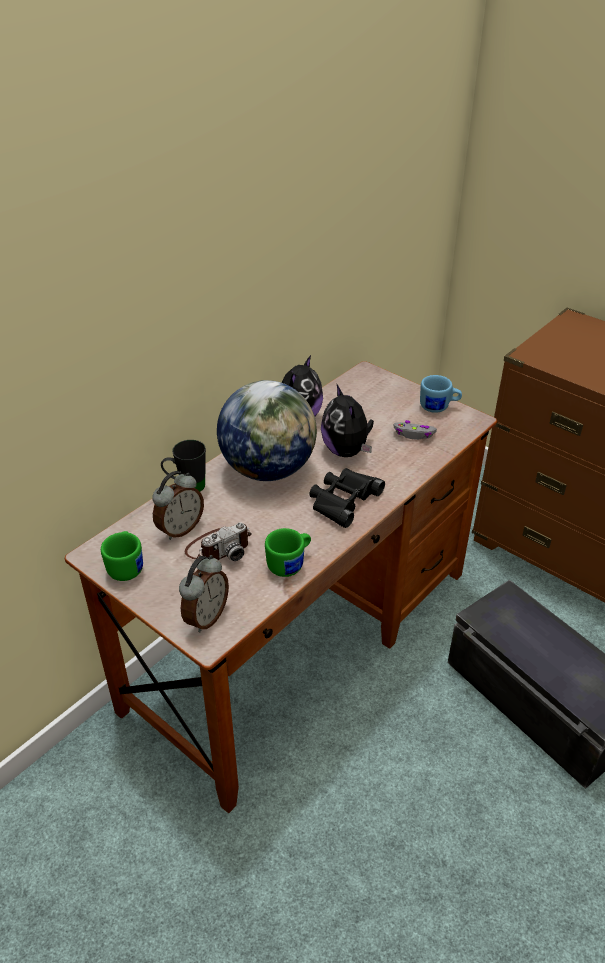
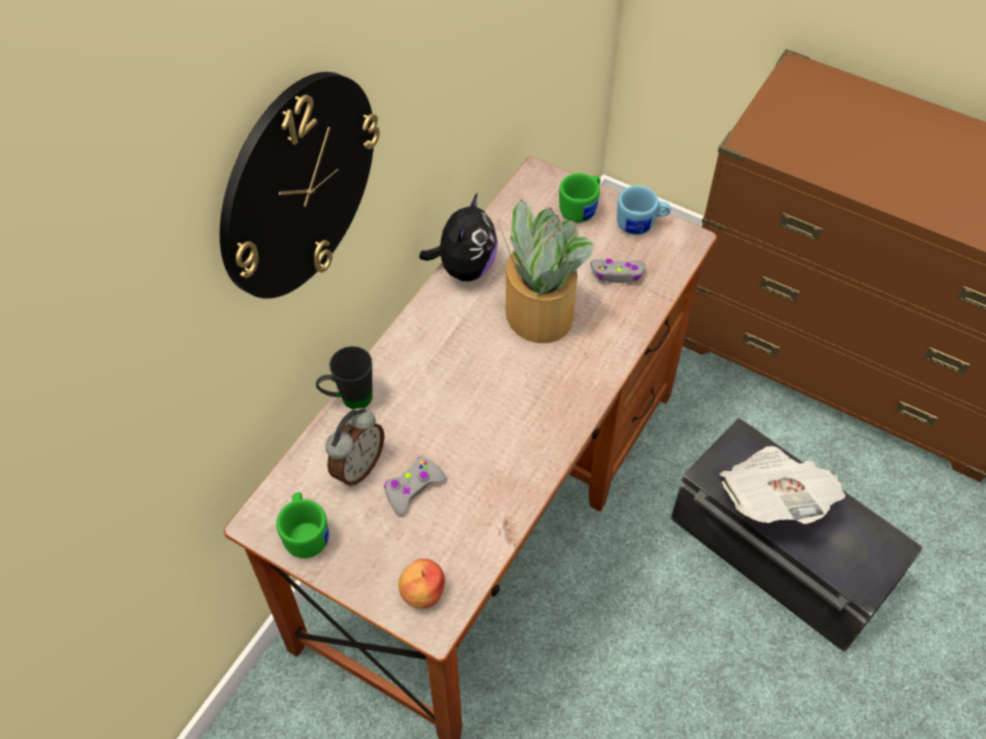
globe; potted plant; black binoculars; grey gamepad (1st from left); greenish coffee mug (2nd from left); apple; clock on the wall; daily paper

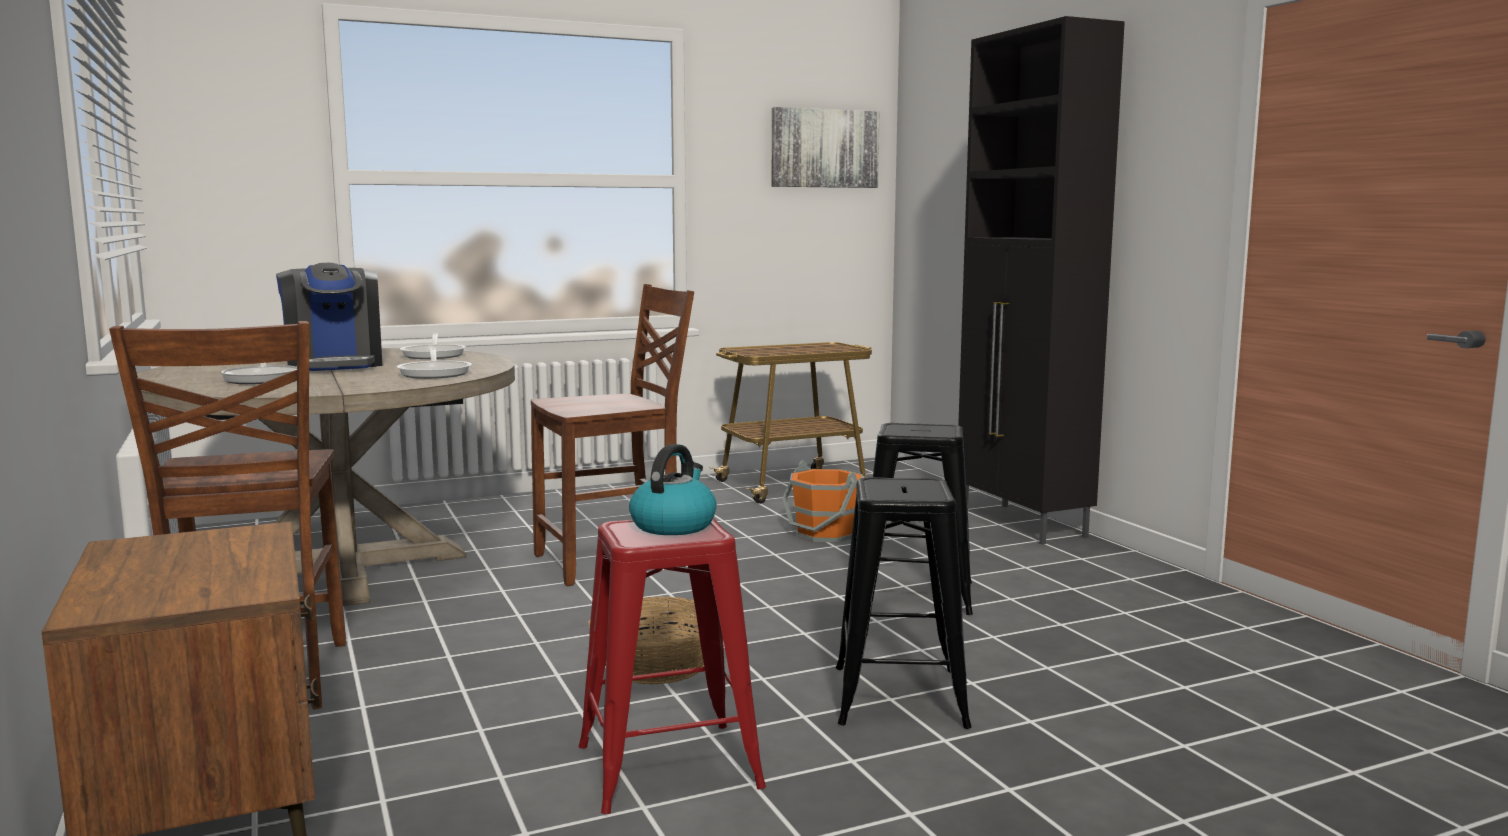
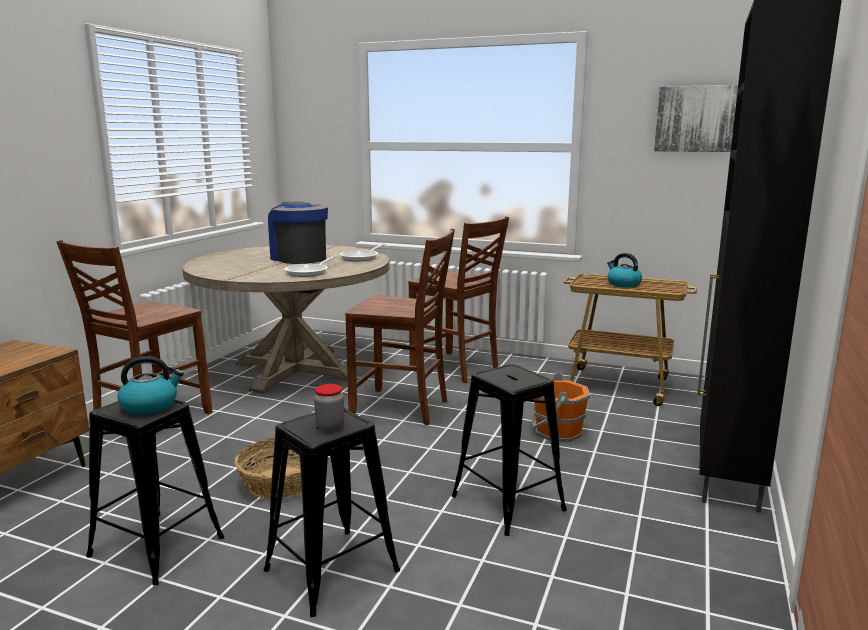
coffee brewer; skillet (1st from left in the first image); black sitting stool (1st from left); brown-coloured upright chair (3rd from left); tea kettle (2nd from left); preserve jar

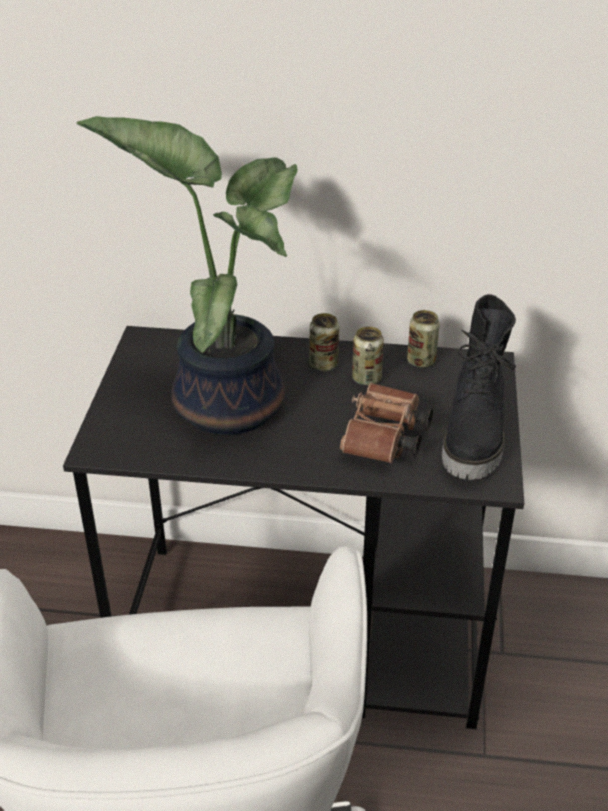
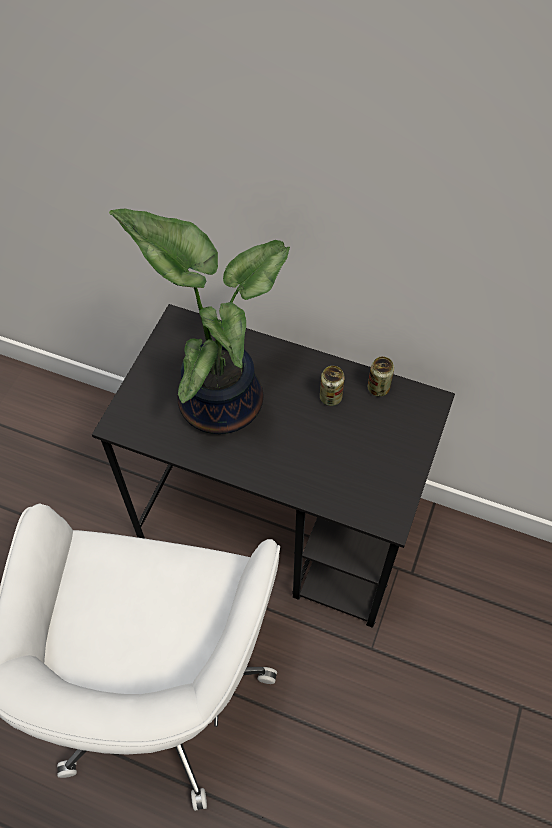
black boot; can (1st from left in the first image); brown-coloured binoculars

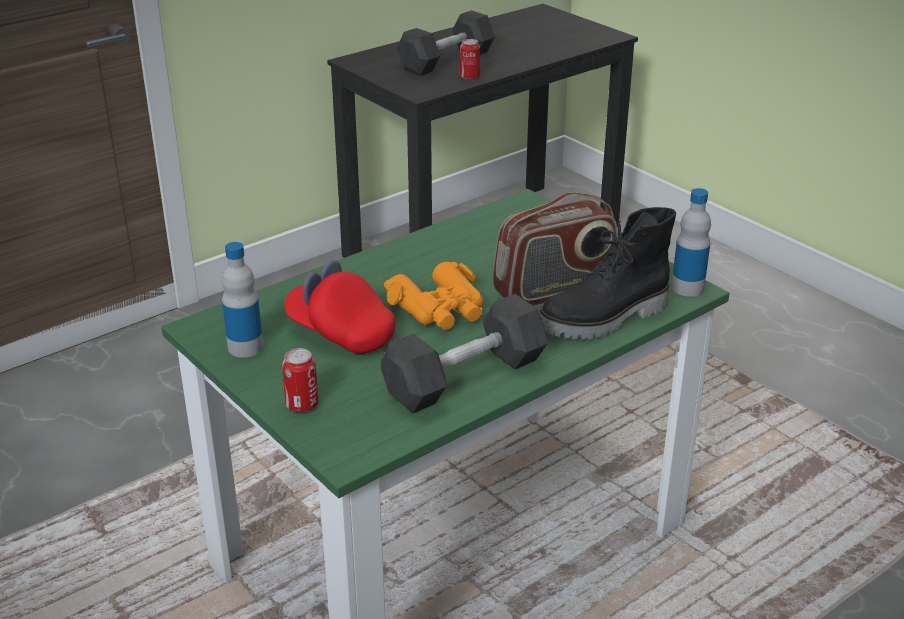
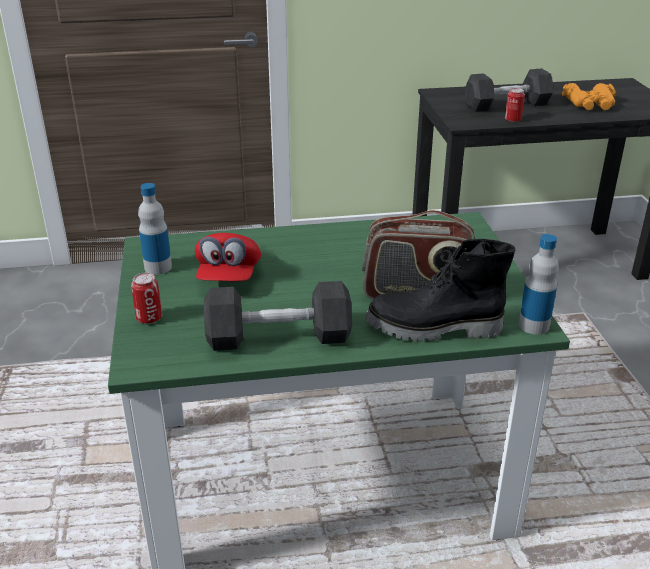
red-coloured cap; orange-coloured binoculars

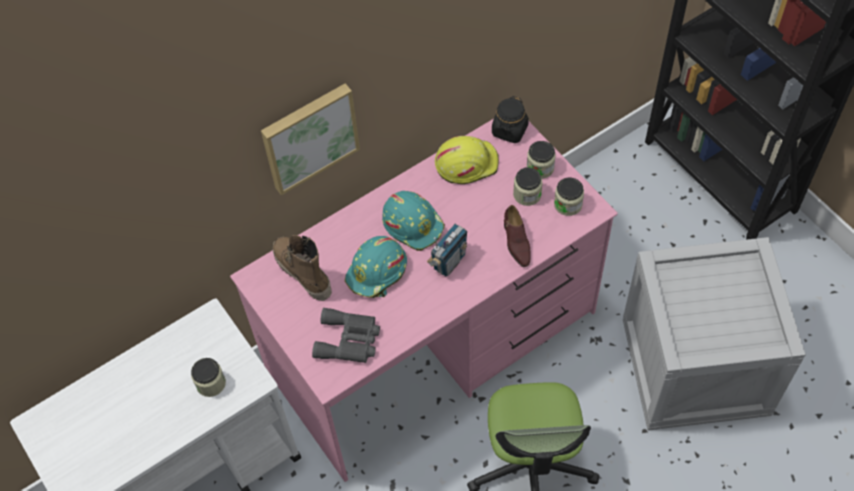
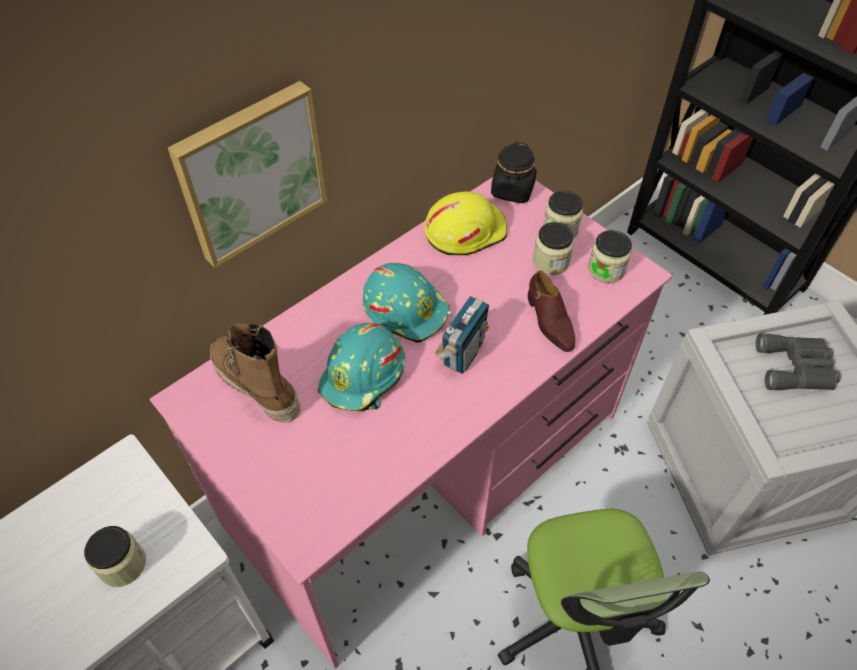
grey binoculars

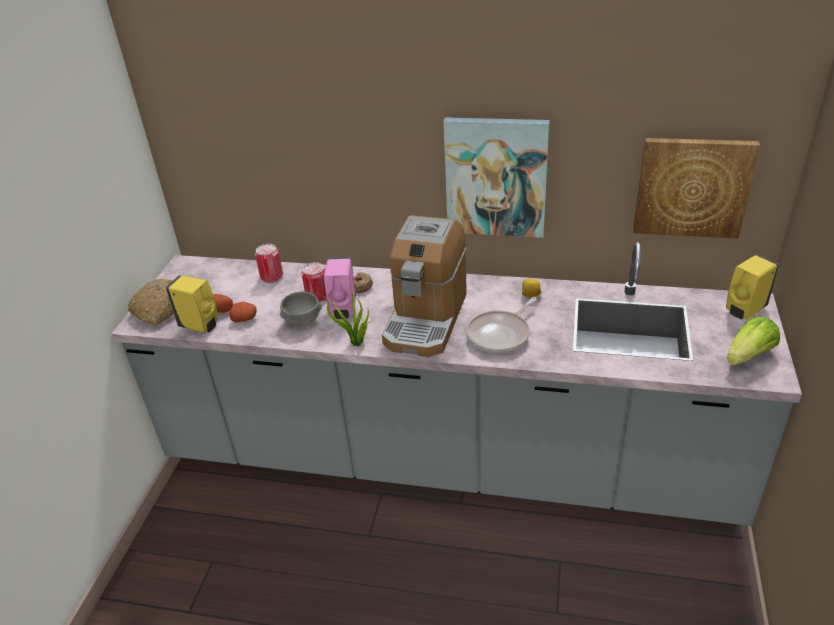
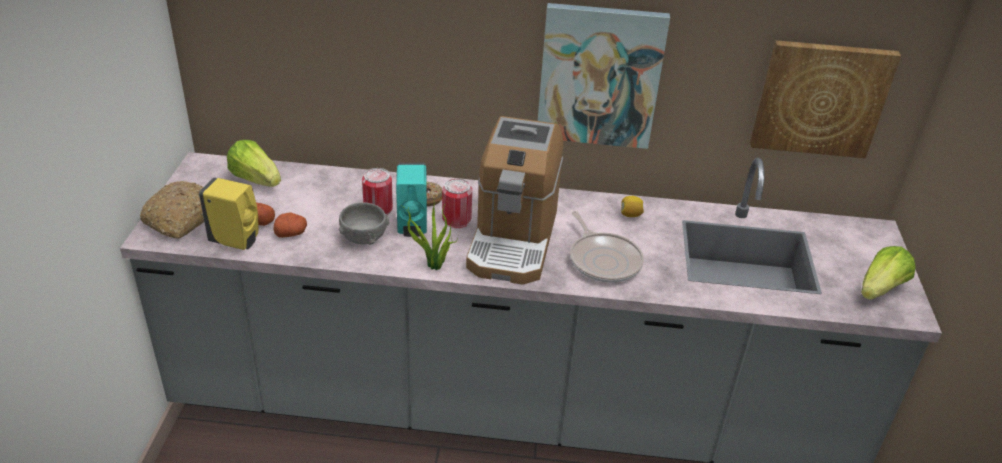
can (2nd from left); yellowish soap dispenser (2nd from left in the first image); blue-green soap dispenser; skillet; lettuce head (1st from left)

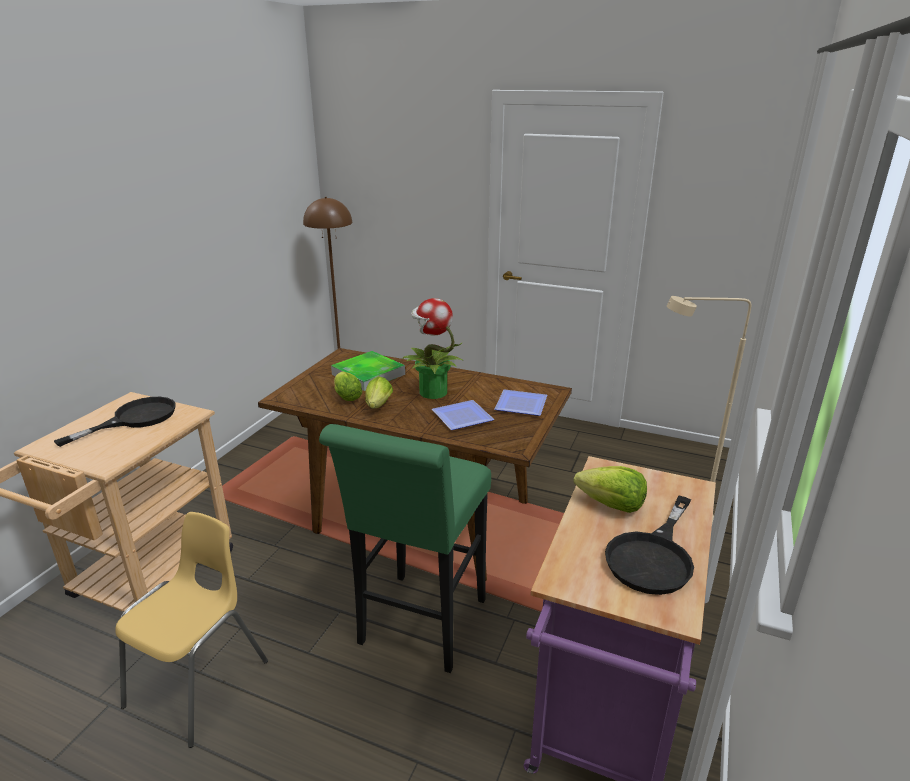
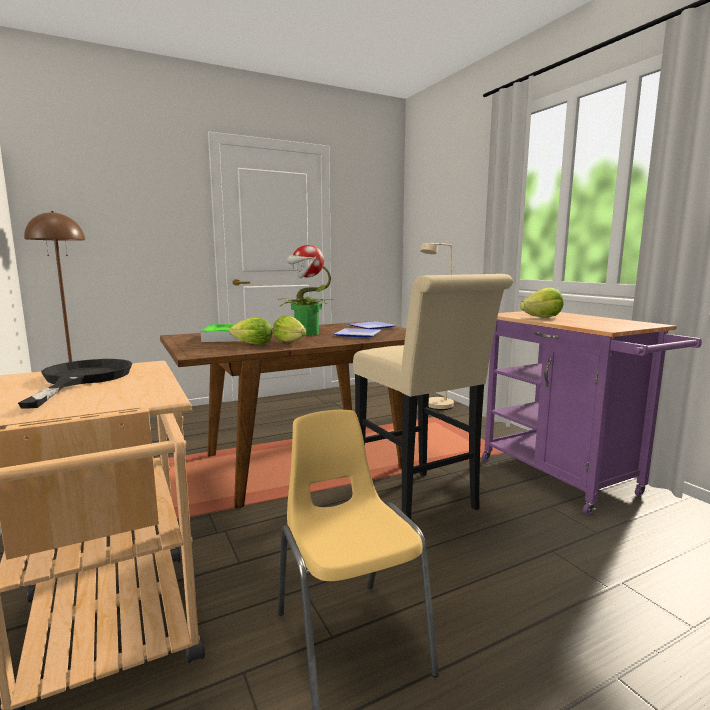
beige sitting stool; black skillet (2nd from left in the first image)

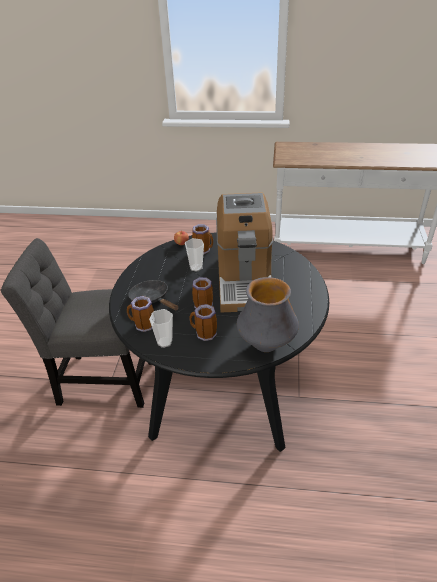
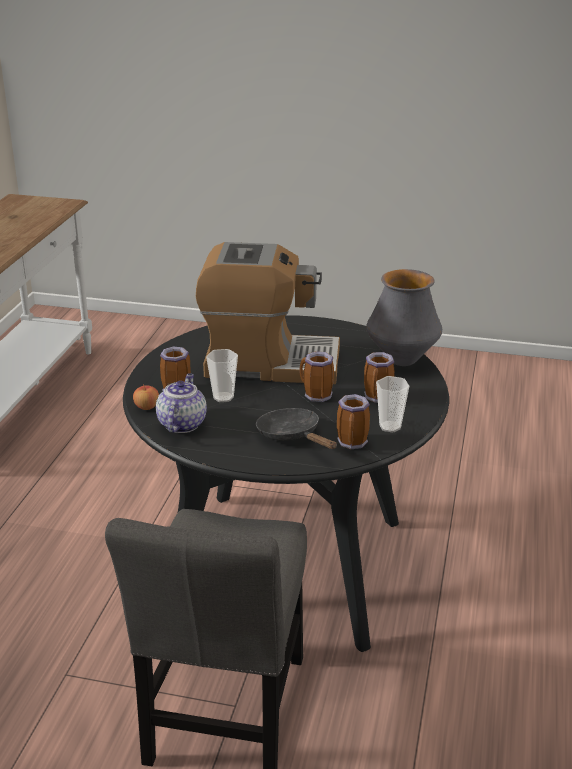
black skillet; tea pot

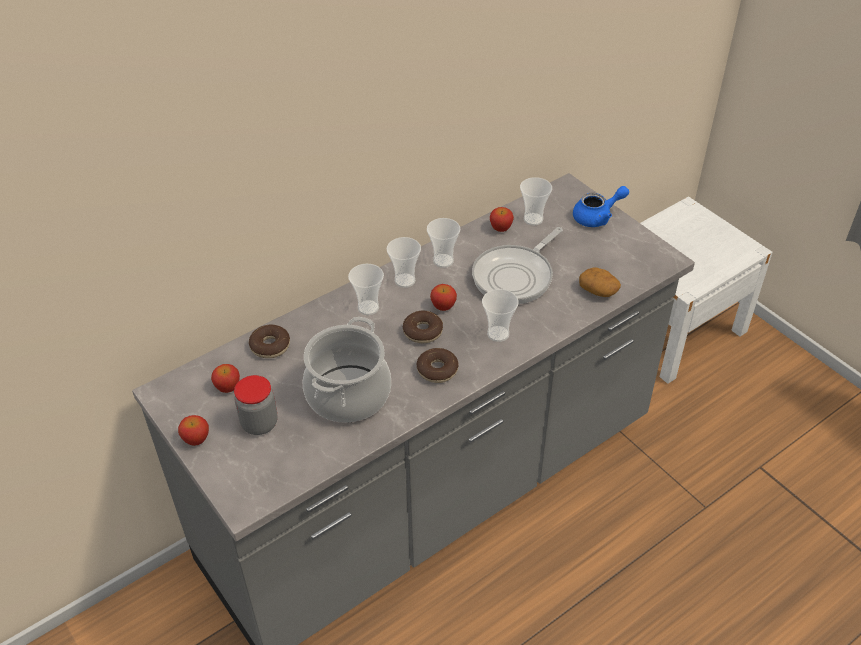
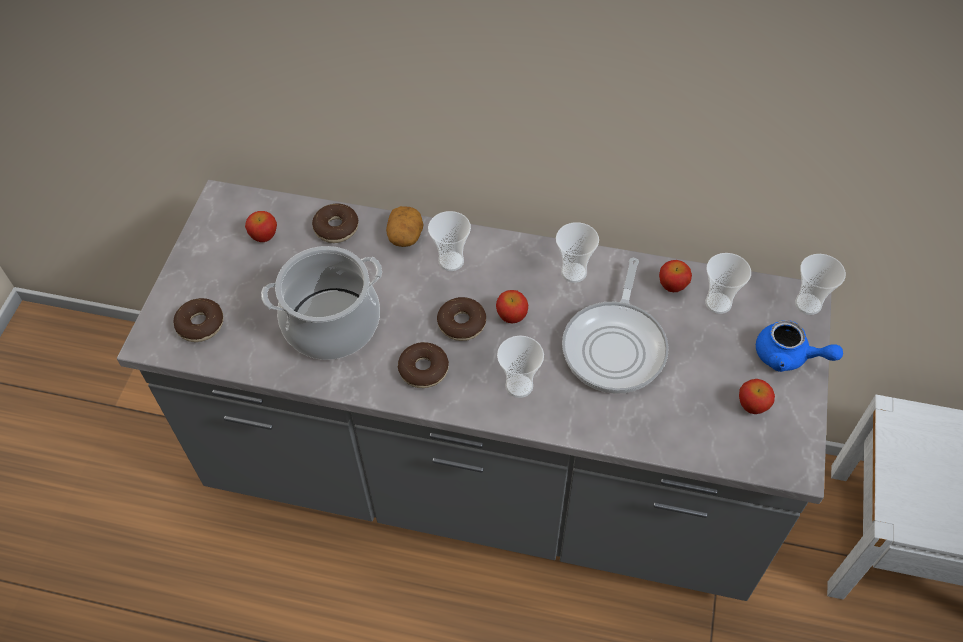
skillet; cup (5th from left); spud; preserve jar; apple (4th from left); donut (1st from left)

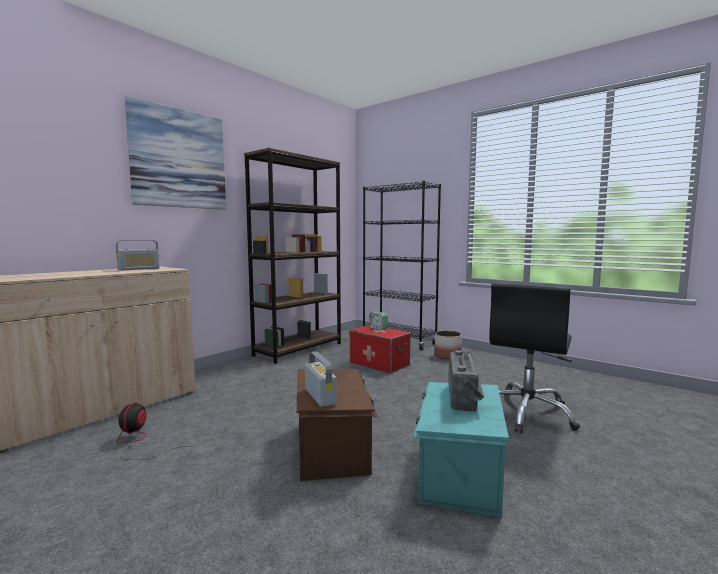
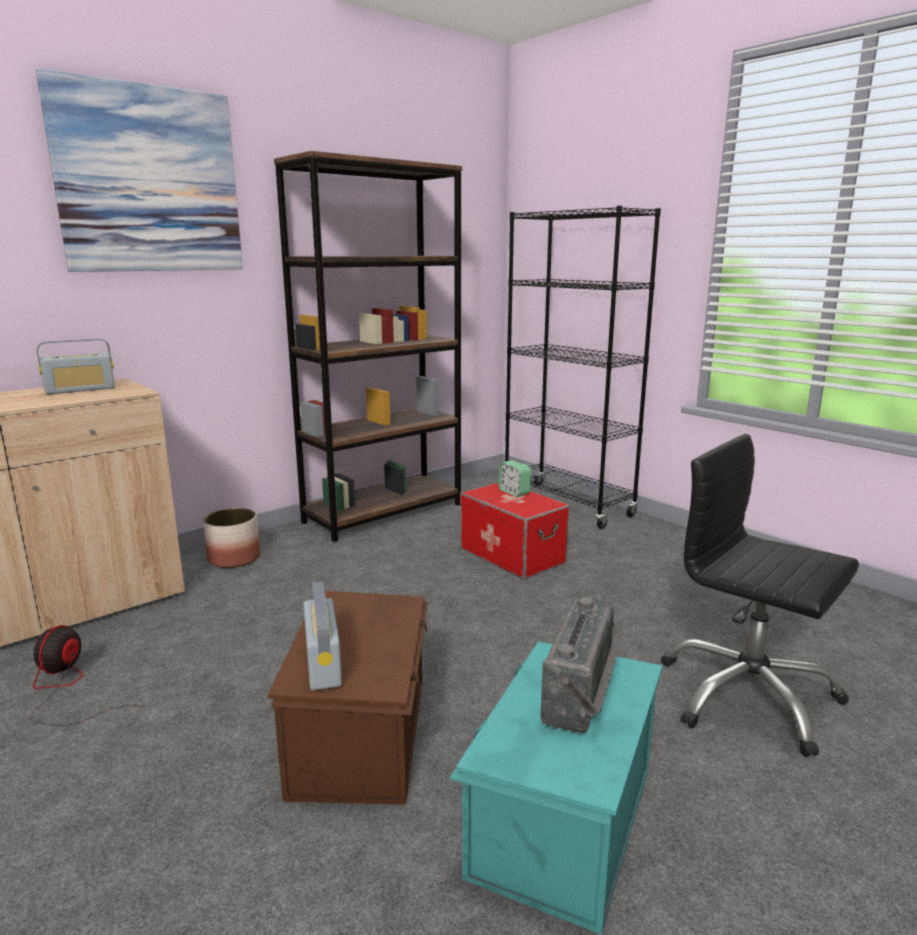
black computer chair; planter

